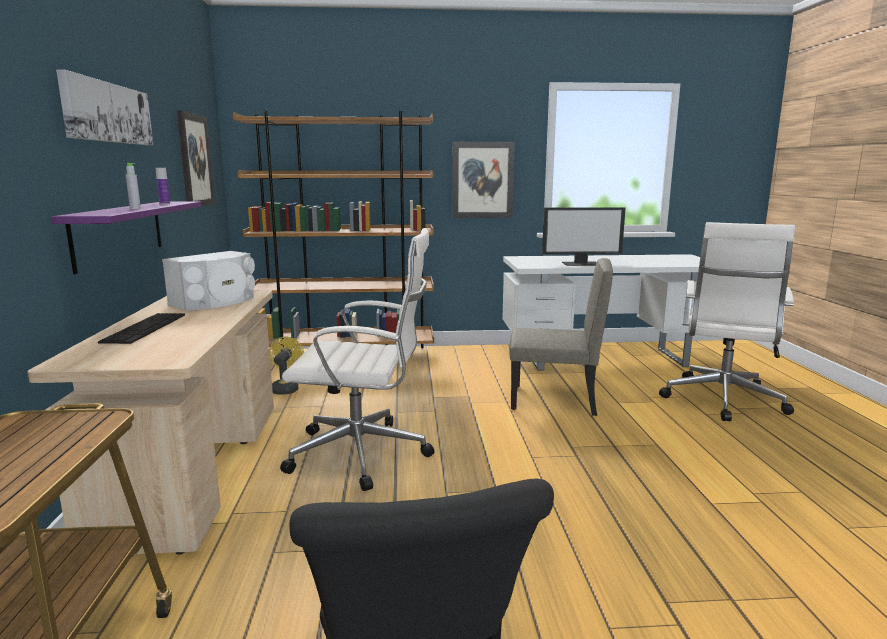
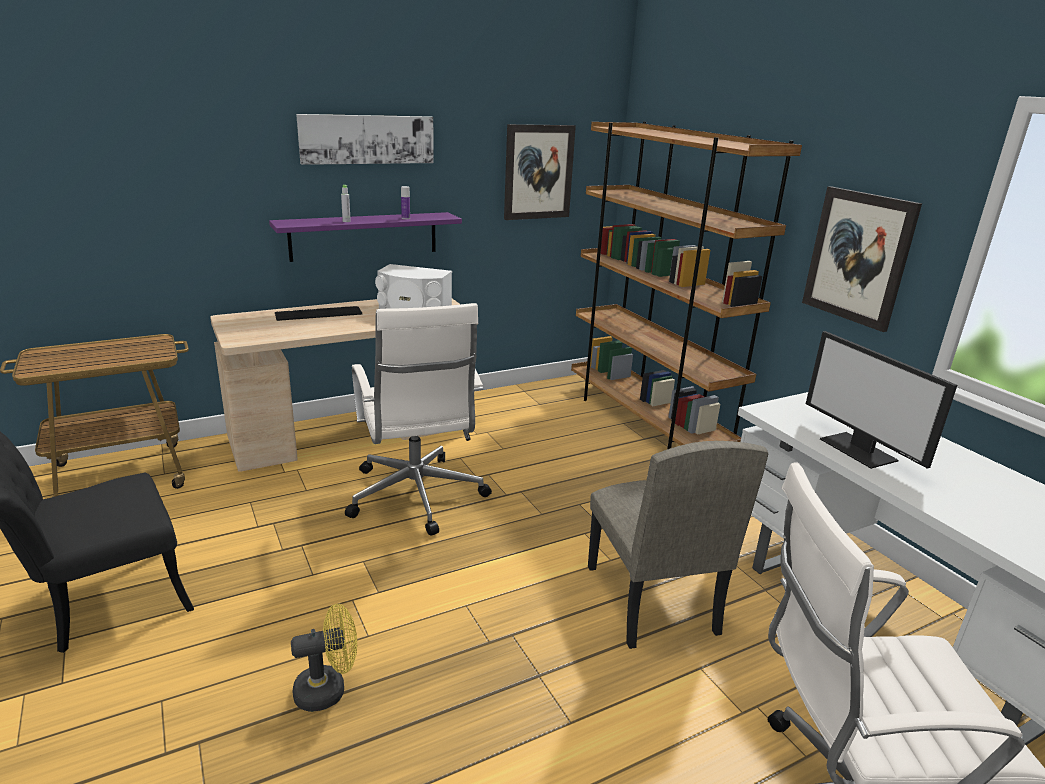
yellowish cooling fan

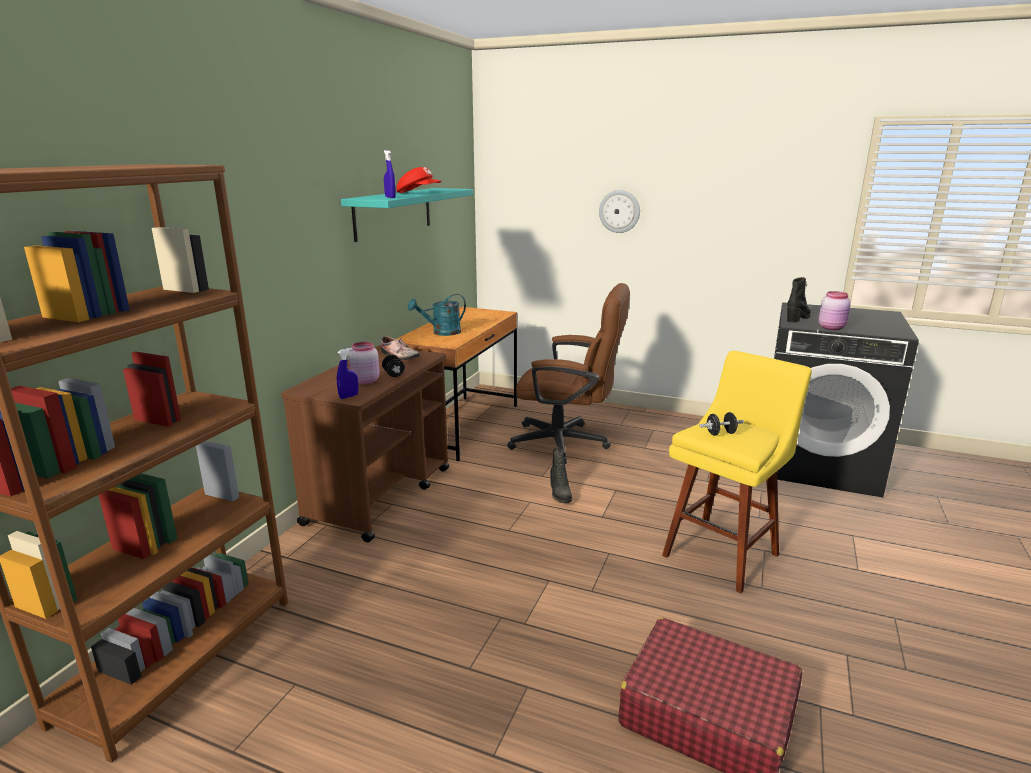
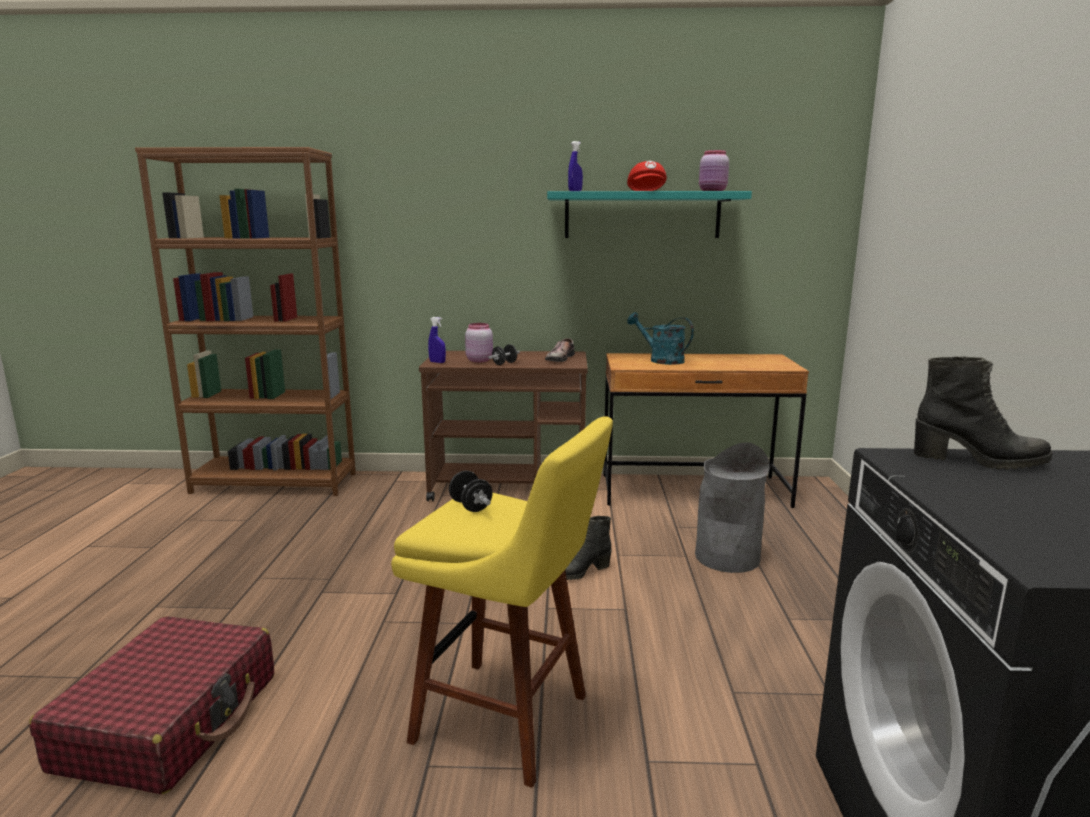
clock on the wall; grey waste bin; pink-coloured preserve jar (2nd from left)

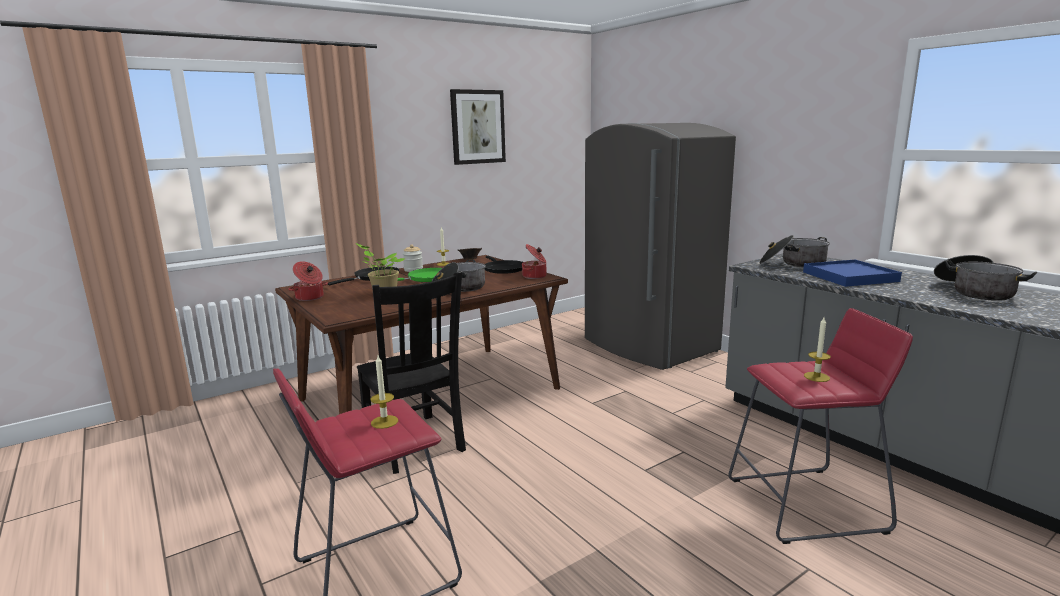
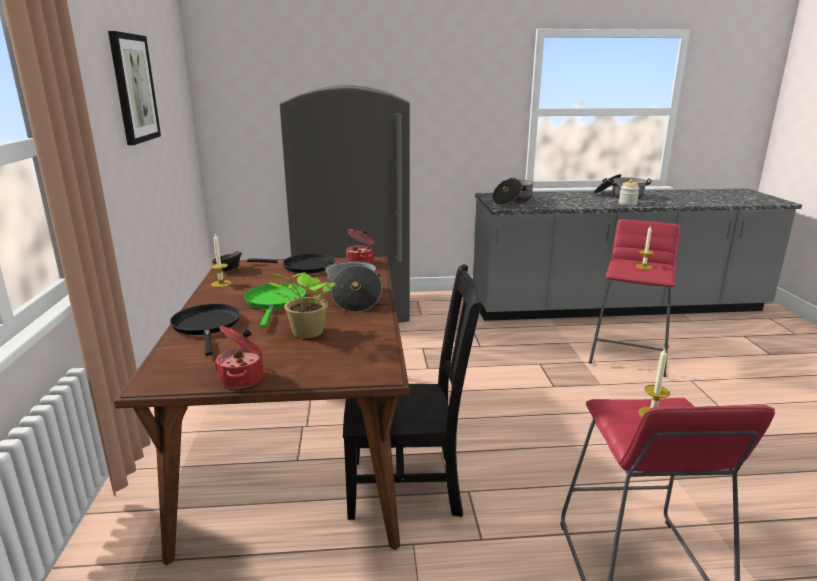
preserve jar; blue tray

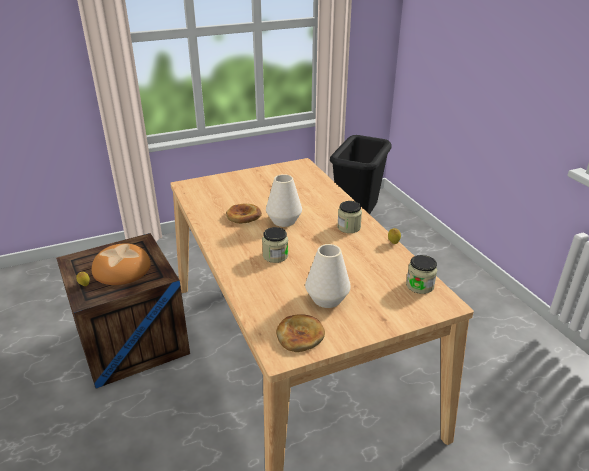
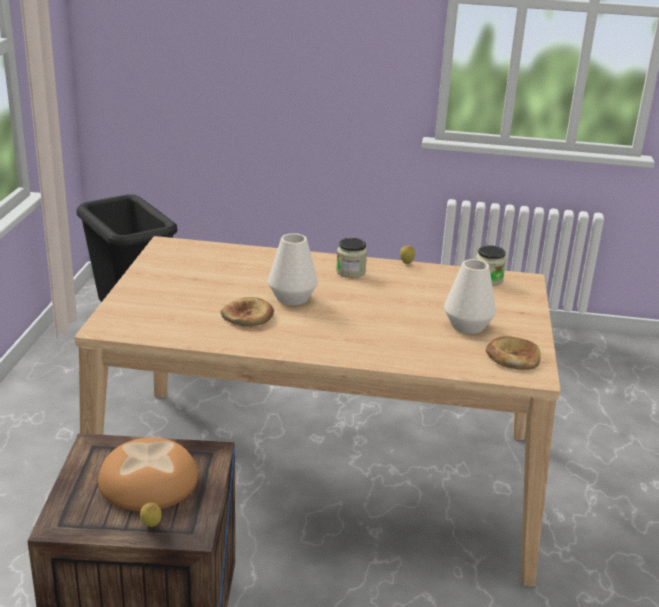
preserve jar (1st from left in the first image)

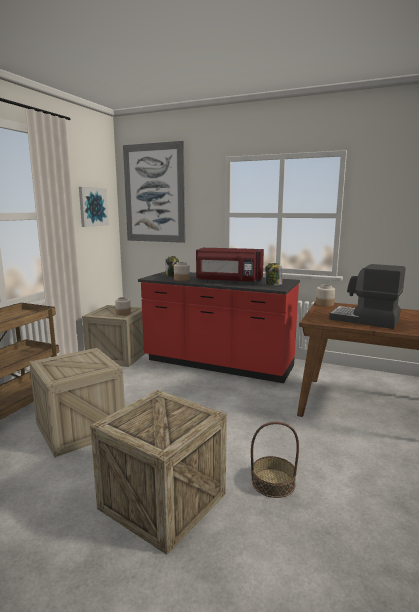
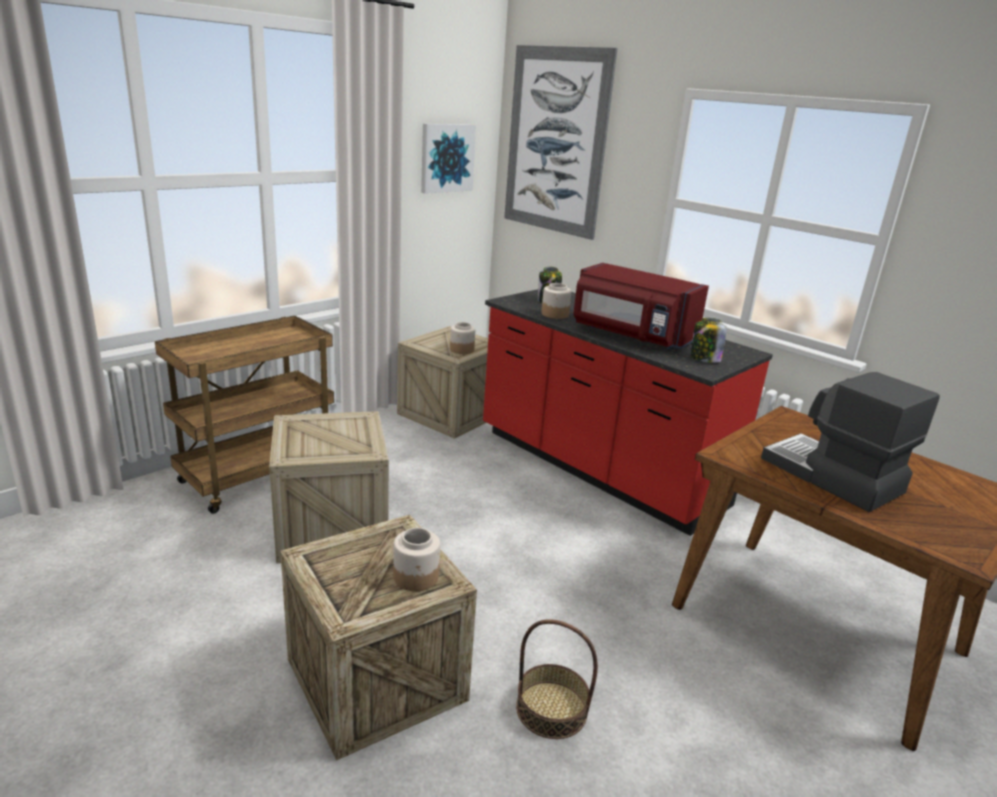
preserve jar (1st from left)

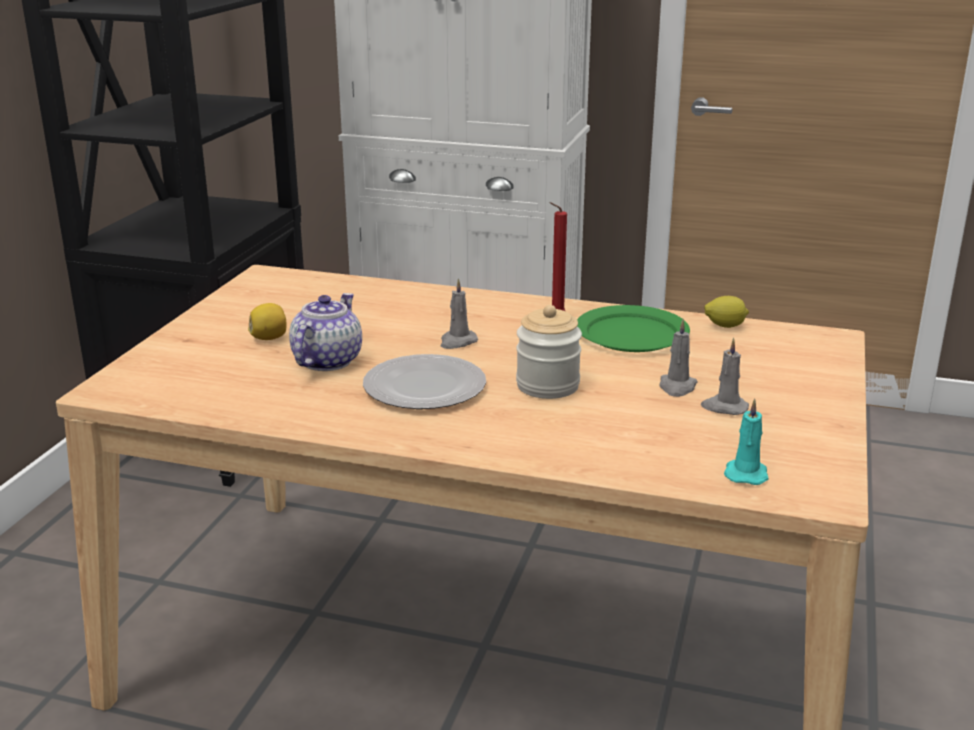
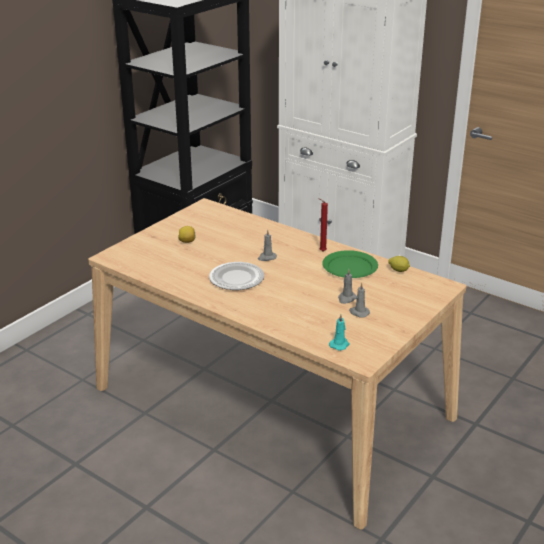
tea pot; preserve jar

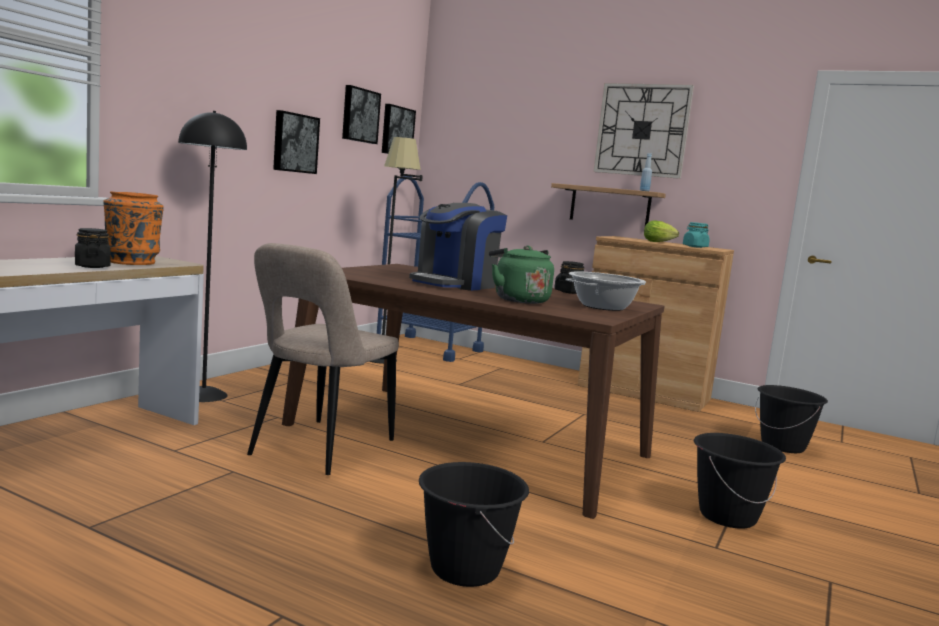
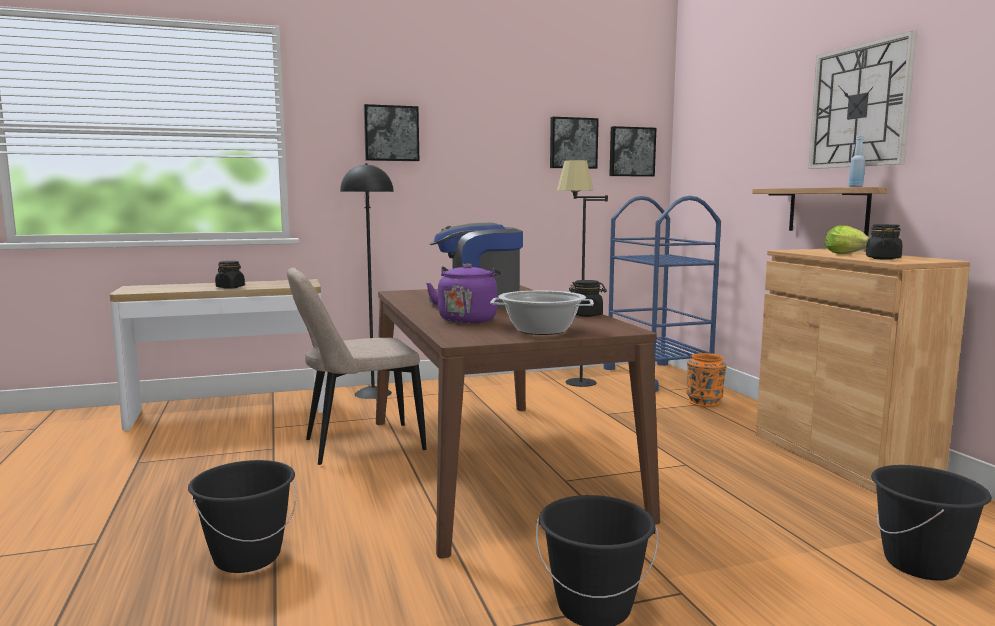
wall art (1st from left); orange-coloured vase; black preserve jar (3rd from left); purplish tea kettle

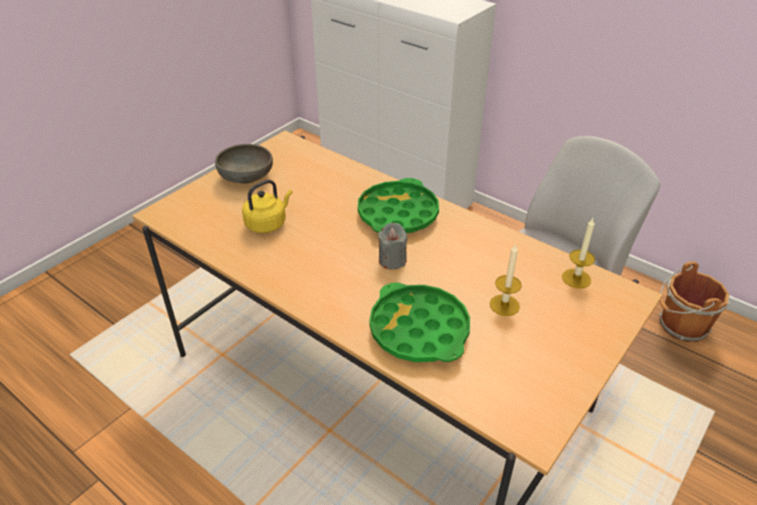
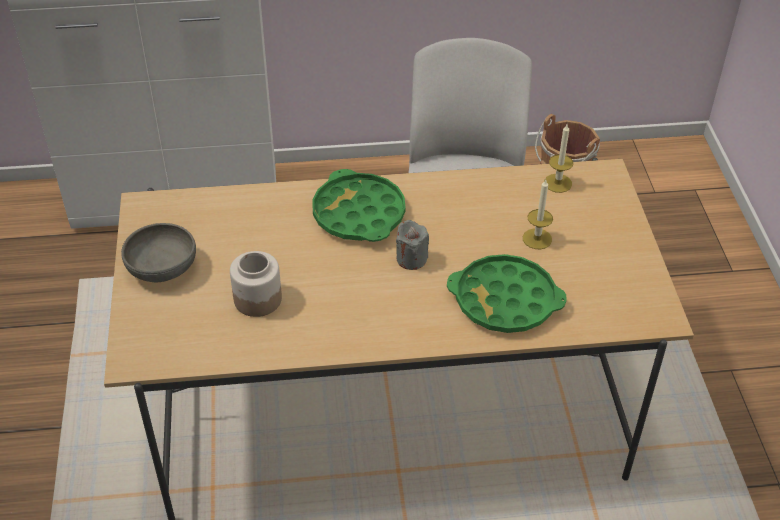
preserve jar

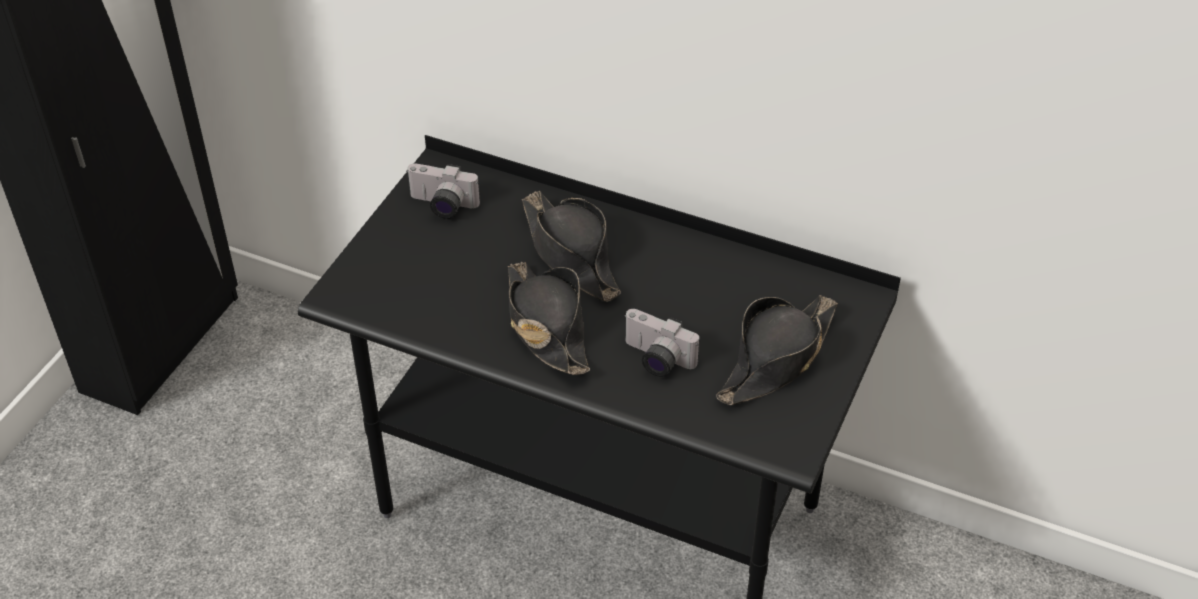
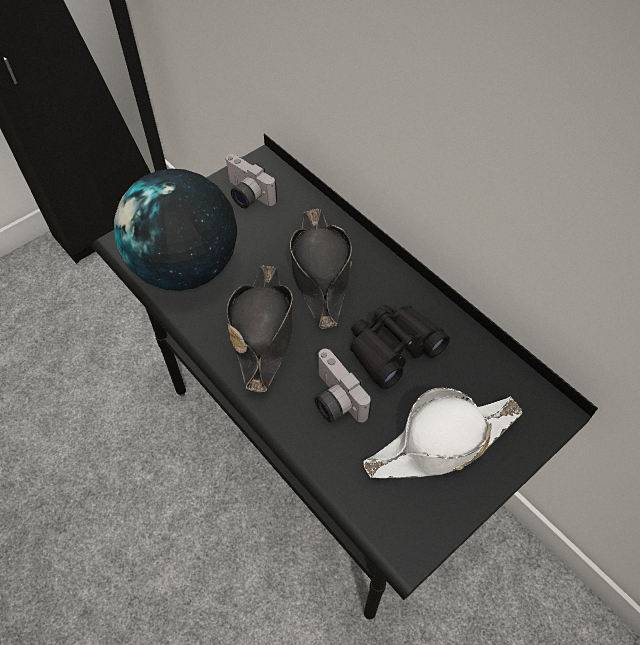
white hat; globe; black binoculars

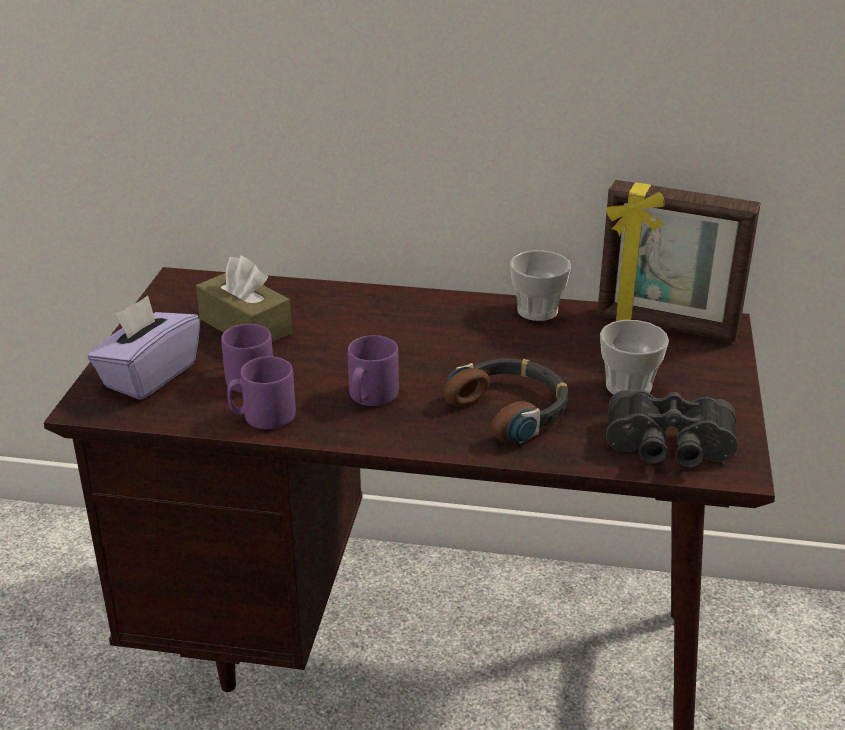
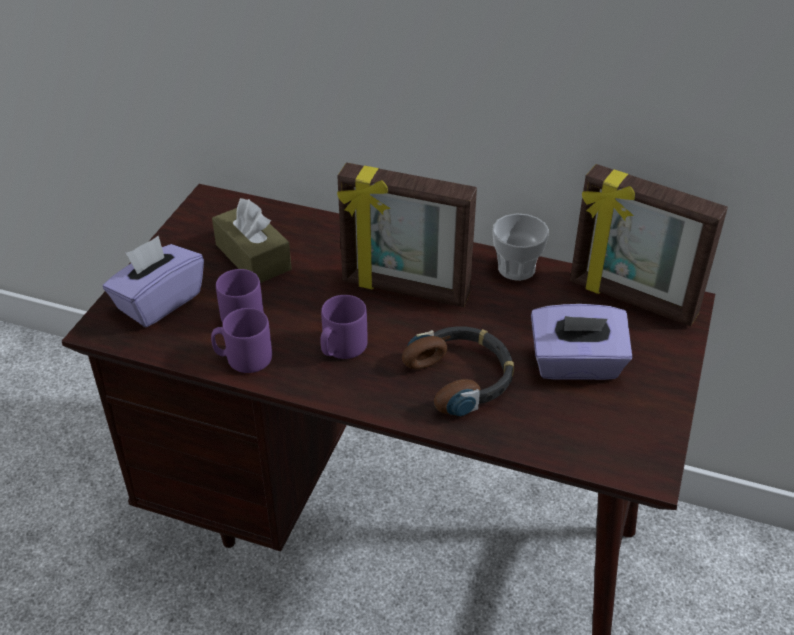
purplish tissue holder (2nd from left); black binoculars; picture frame (1st from left)

